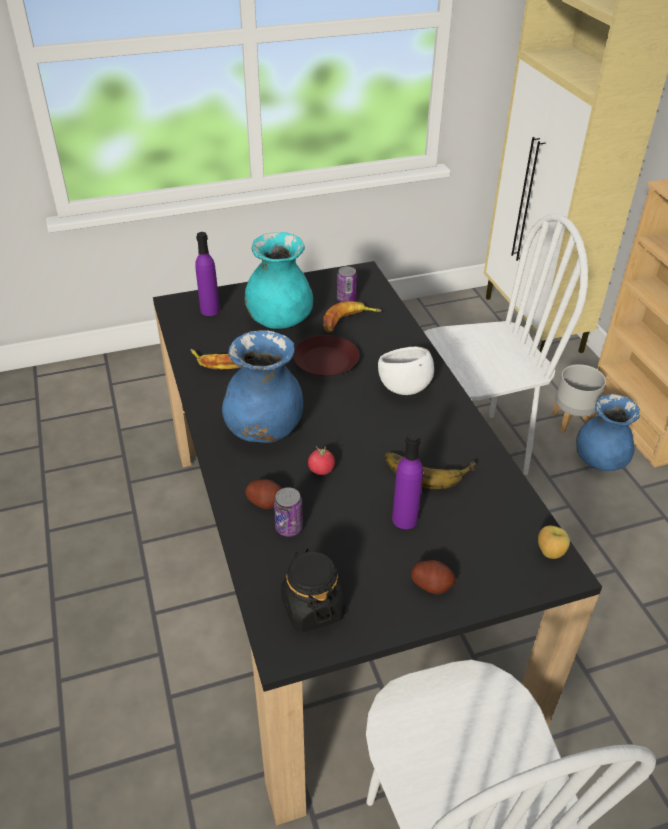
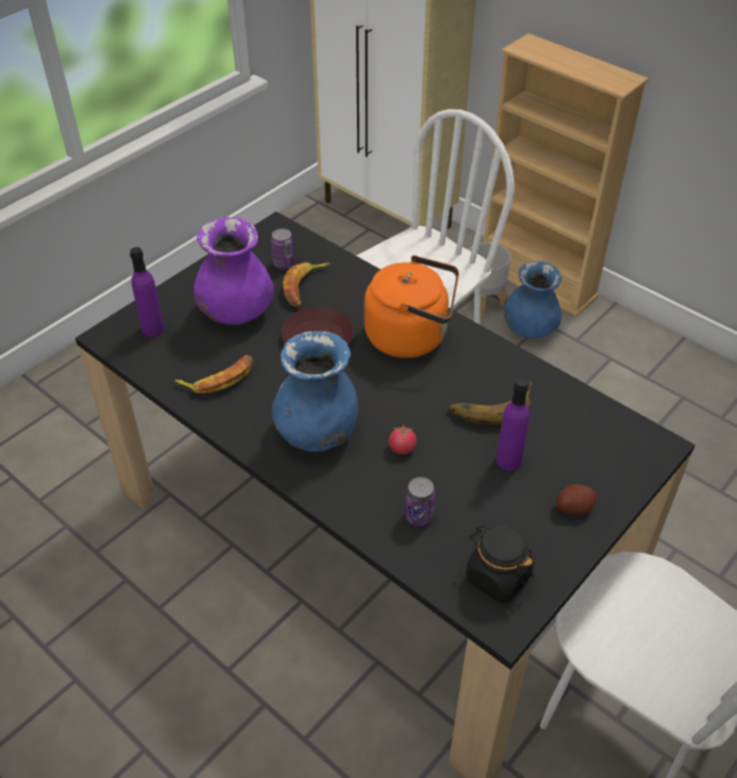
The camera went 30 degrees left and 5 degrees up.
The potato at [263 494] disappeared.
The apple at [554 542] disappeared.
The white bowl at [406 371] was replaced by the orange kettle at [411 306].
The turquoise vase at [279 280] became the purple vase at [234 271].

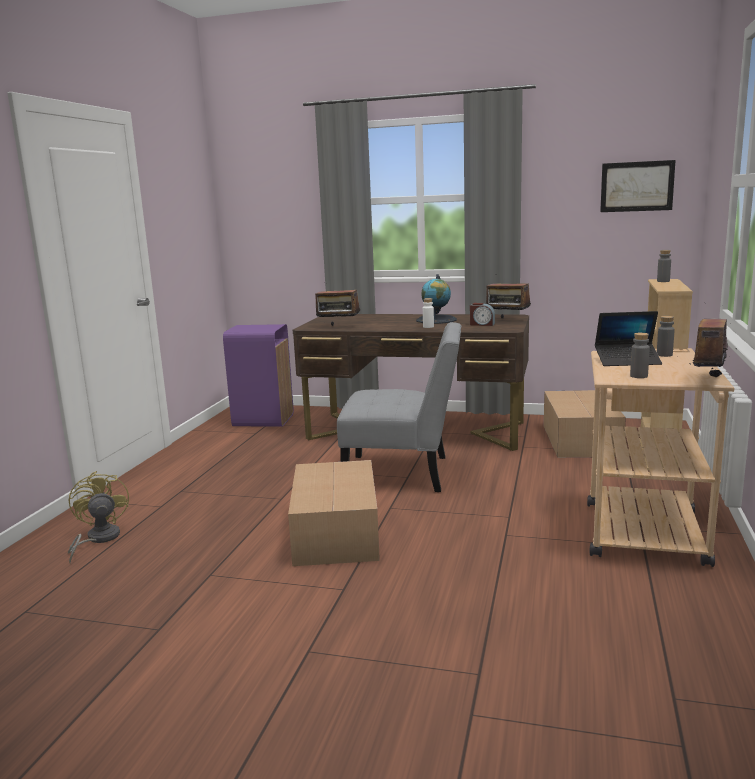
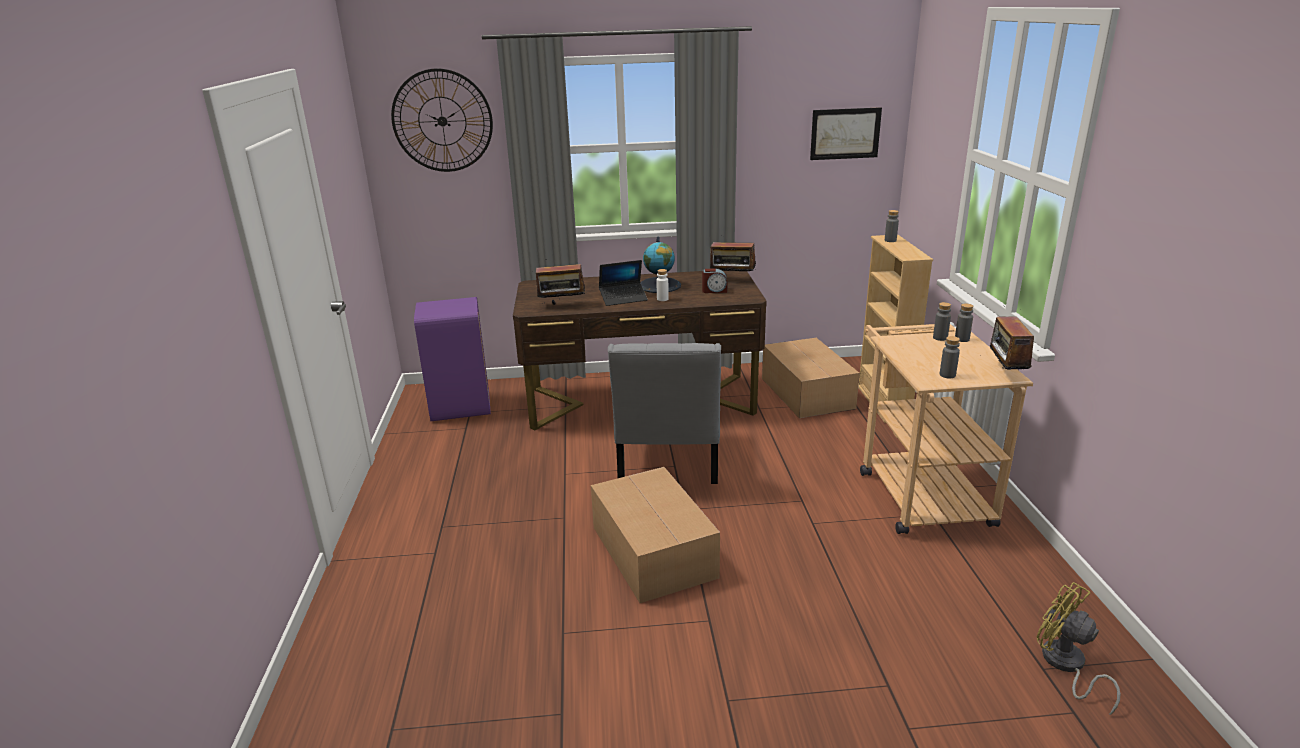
The camera went 20 degrees left and 10 degrees up.
The wall clock at [442 120] appeared.
The grey bottle at [964 322] appeared.
The yellow fan moved from [98 517] to [1078 649].
The laptop moved from [628 338] to [623 283].
The grey chair at [399 407] turned 105 degrees clockwise.

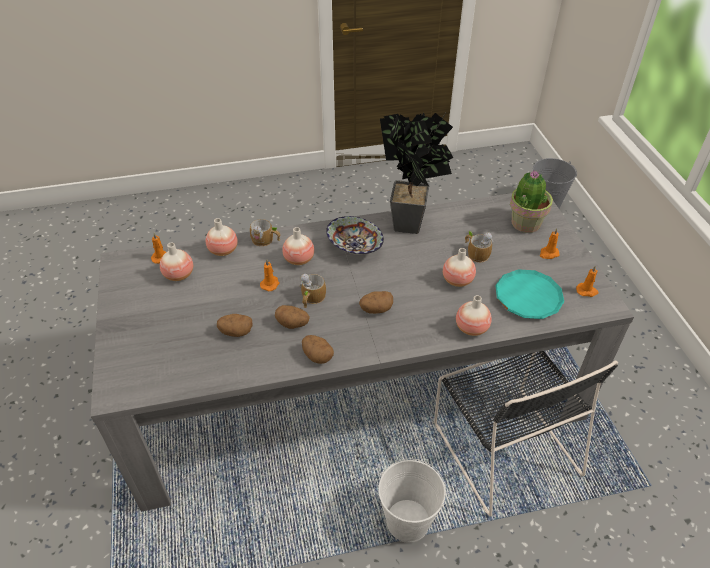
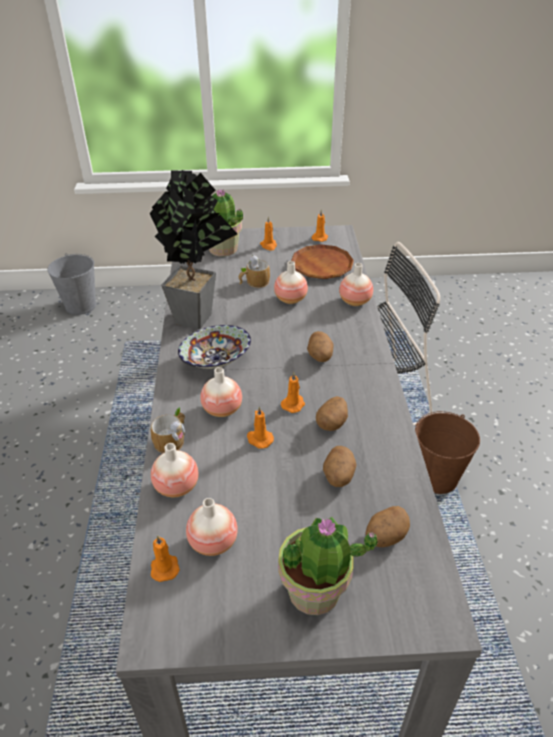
The camera went 80 degrees left and 5 degrees down.
The potted plant at [328 566] appeared.
The potato moved from [318 349] to [388 526].
The mug at [313 291] was replaced by the orange candle at [293 392].
The white bucket at [412 501] became the brown bucket at [447 452].
The turquoise plate at [529 294] became the brown plate at [322 261].

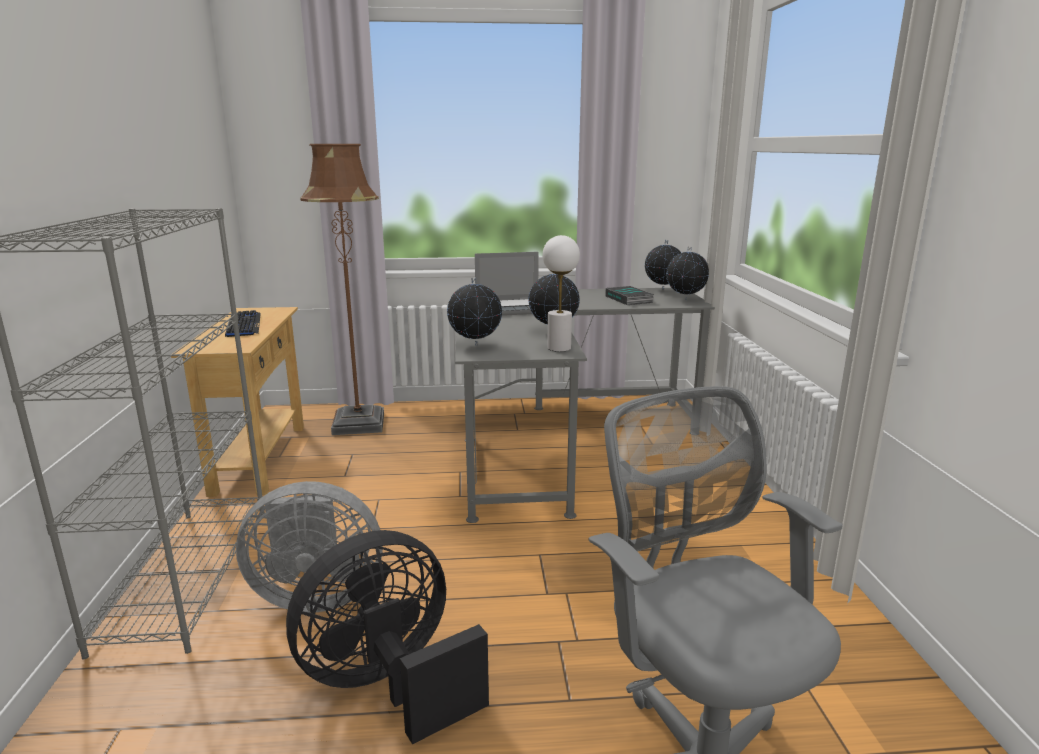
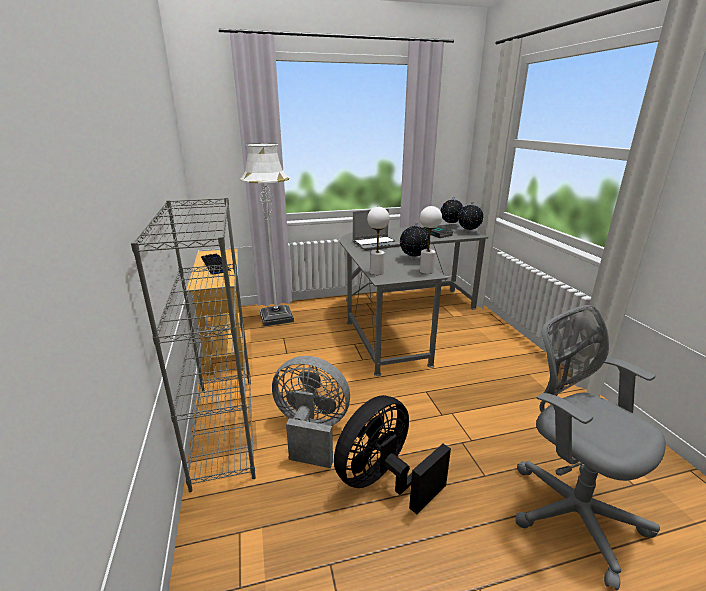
The camera went 10 degrees left and 5 degrees up.
The globe at [474 311] was replaced by the white table lamp at [378 241].
The brown floor lamp at [342 289] became the white floor lamp at [267 235].
The grey fan at [309 546] turned 150 degrees counterclockwise.

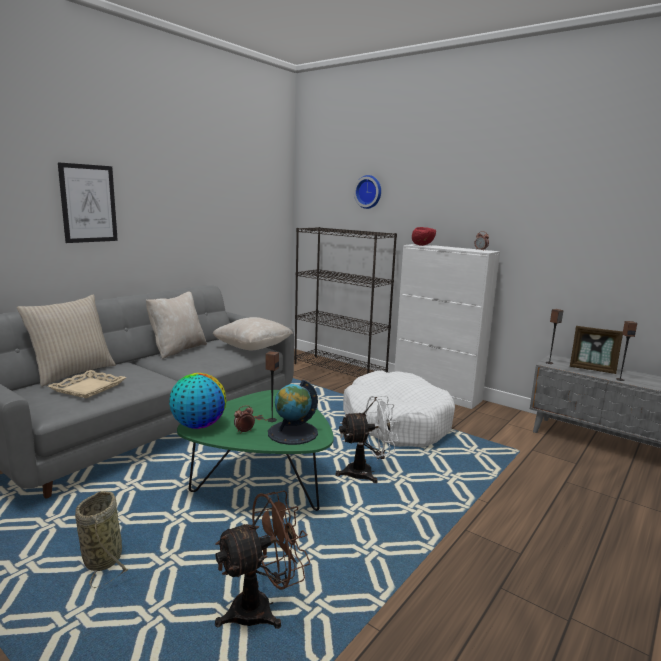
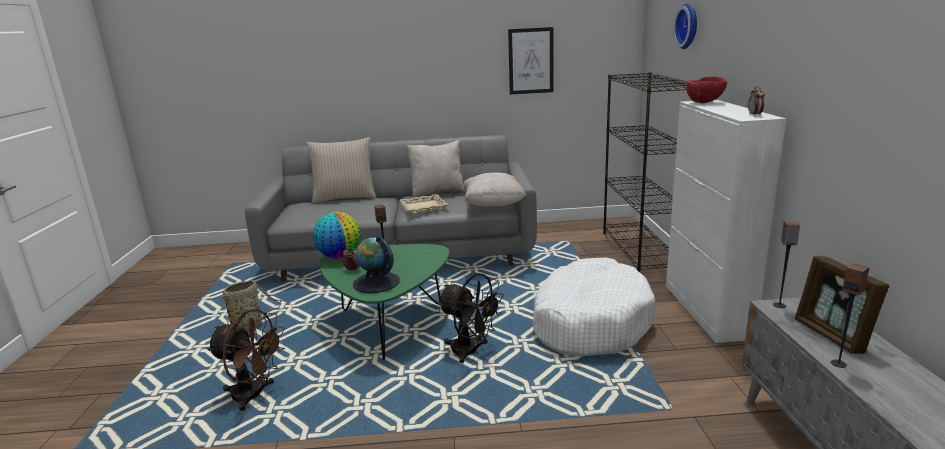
The camera went 50 degrees right and 5 degrees up.
The beige tray moved from [86 384] to [424 204].
The picture moved from [88 202] to [530 60].
The white fan at [367 439] became the black fan at [470 318].

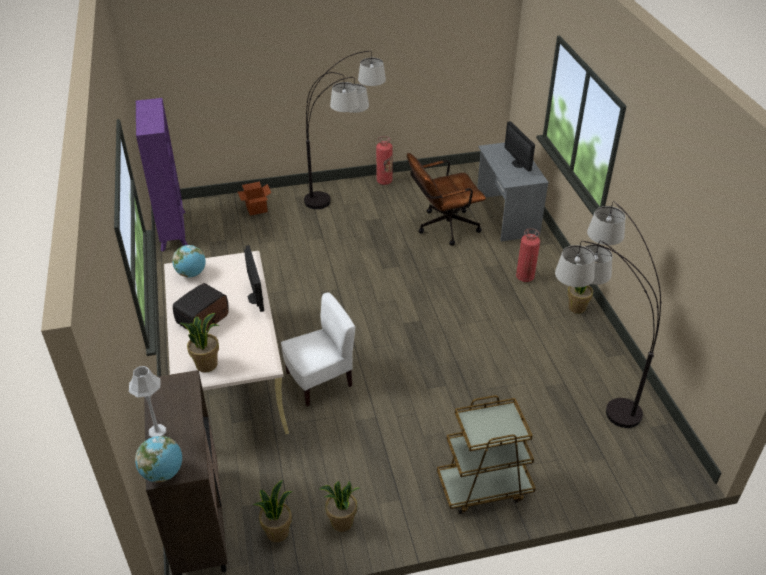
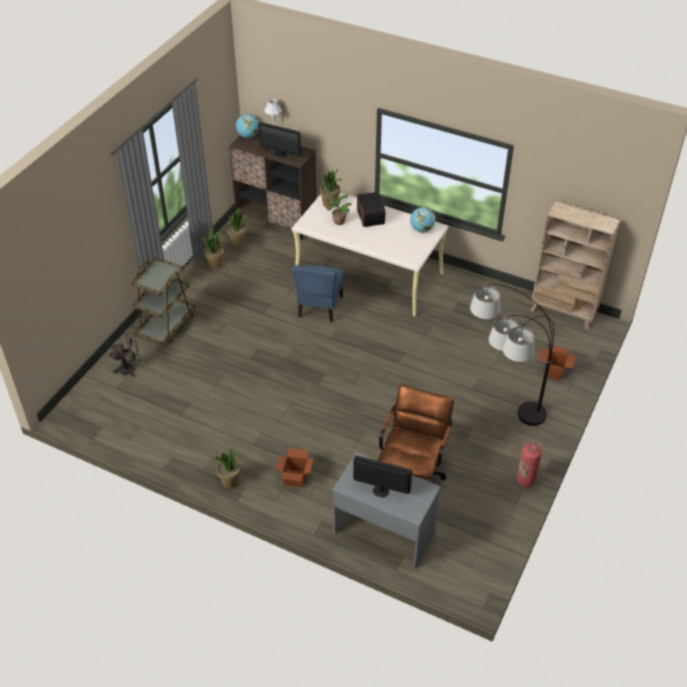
The camera went 130 degrees right and 5 degrees up.
The floor lamp at [608 314] disappeared.
The black fan at [124 355] appeared.
The potted plant at [339 209] appeared.
The monitor moved from [254 278] to [279 140].
The fire extinguisher at [528 255] was replaced by the cardboard box at [294 468].
The purple bookcase at [162 175] became the beige bookcase at [575 265].
The white chair at [318 349] became the blue chair at [318 293].

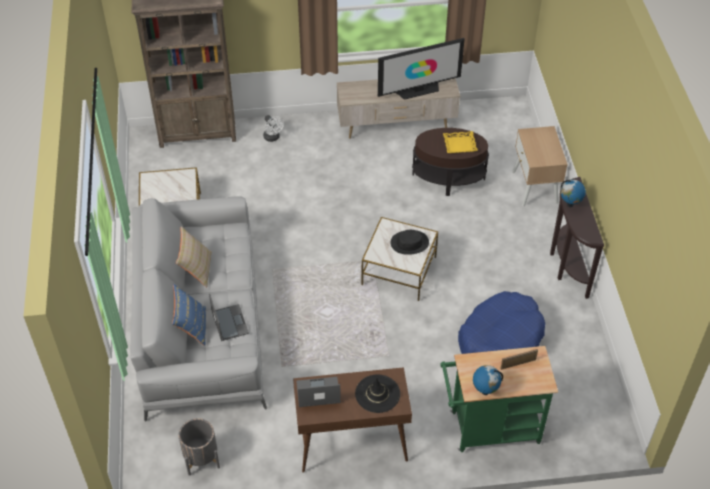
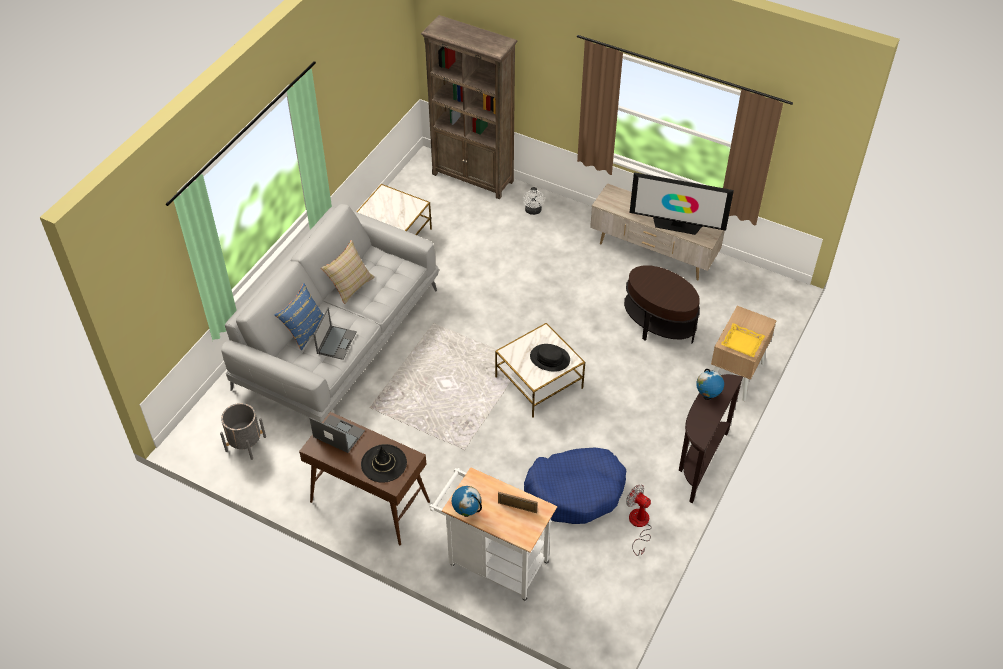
The camera went 35 degrees right and 0 degrees up.
The fan at [639 520] appeared.
The yellow tray moved from [460 142] to [743 340].
The green cart at [499 399] became the white cart at [493 534].

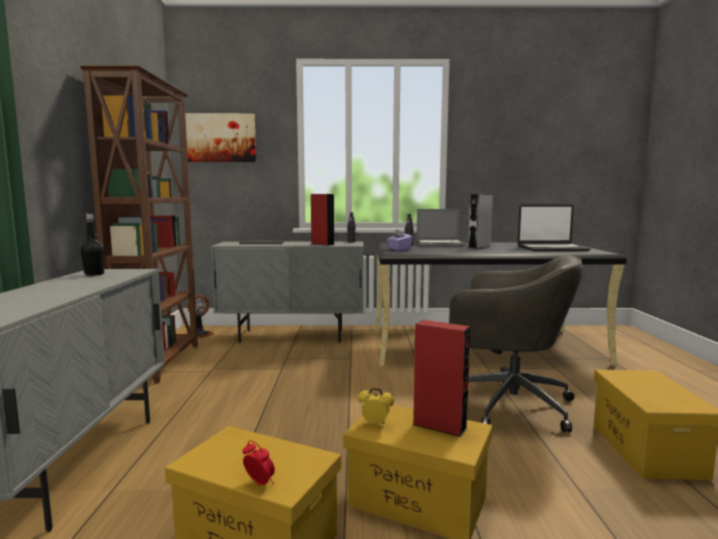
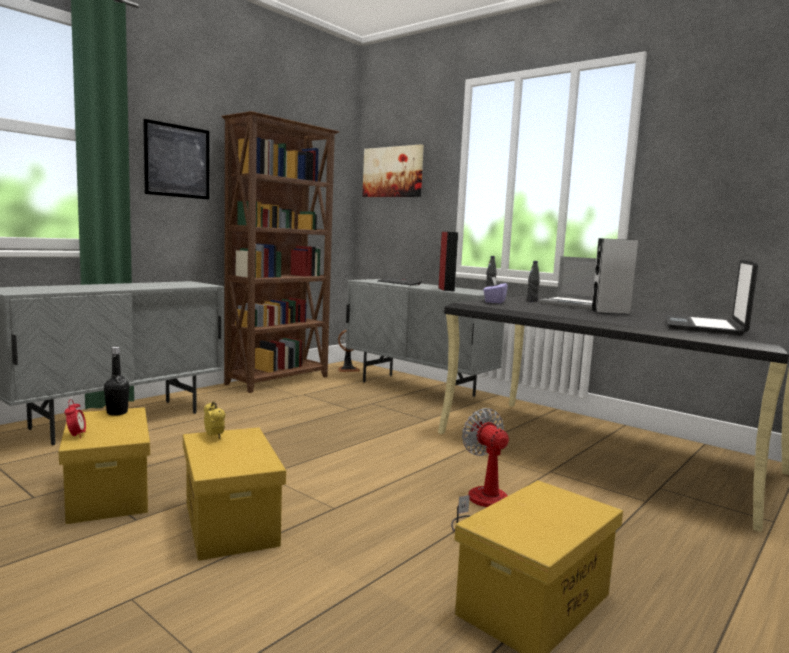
The camera went 40 degrees right and 0 degrees up.
The red speaker at [441 378] disappeared.
The picture at [176 159] appeared.
The black bottle moved from [93 245] to [116 381].
The grey office chair at [516 343] was replaced by the fan at [480 470].
The laptop at [554 228] turned 75 degrees clockwise.

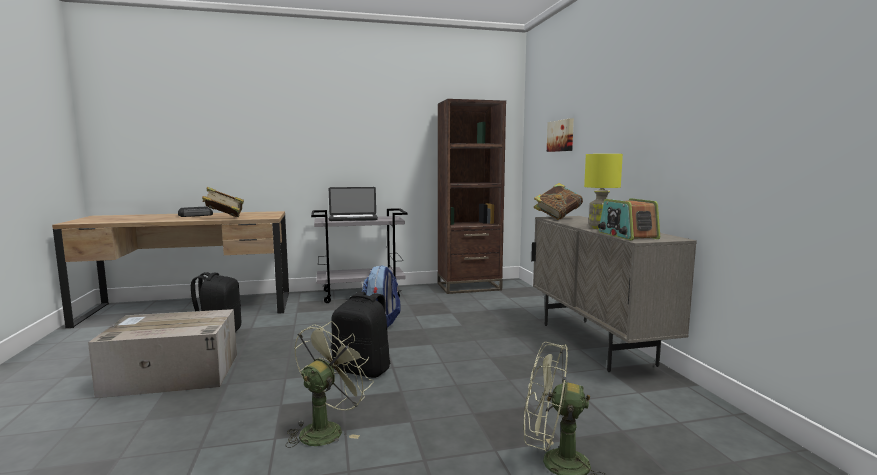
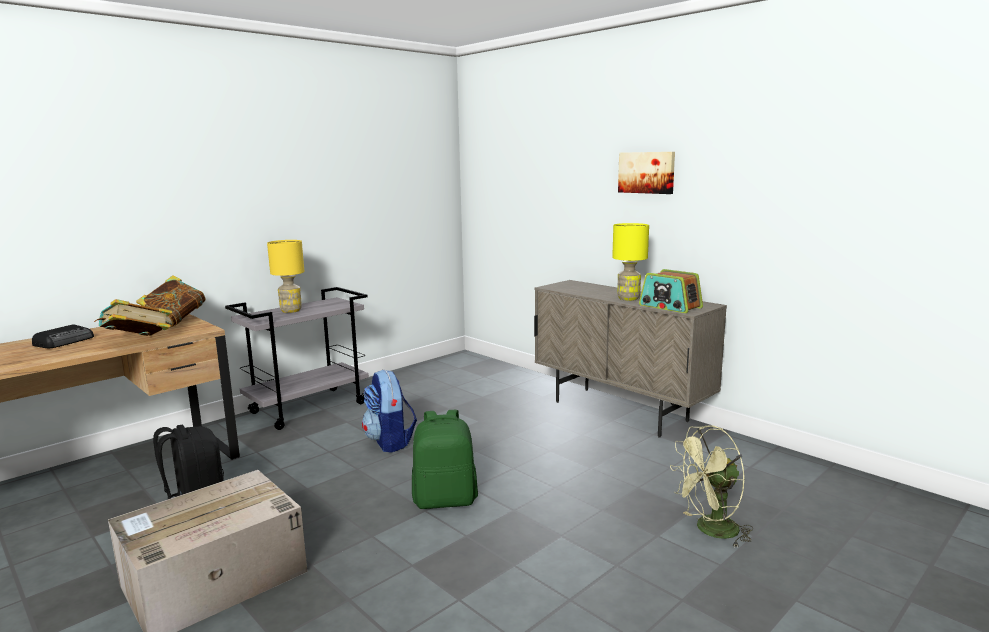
The camera went 30 degrees left and 5 degrees up.
The green fan at [329 384] disappeared.
The brown bookcase at [472 196] disappeared.
The book moved from [558 201] to [170 301].
The picture moved from [560 135] to [646 173].
The laptop at [353 204] was replaced by the yellow table lamp at [285 276].
The black backpack at [361 334] became the green backpack at [445 459].

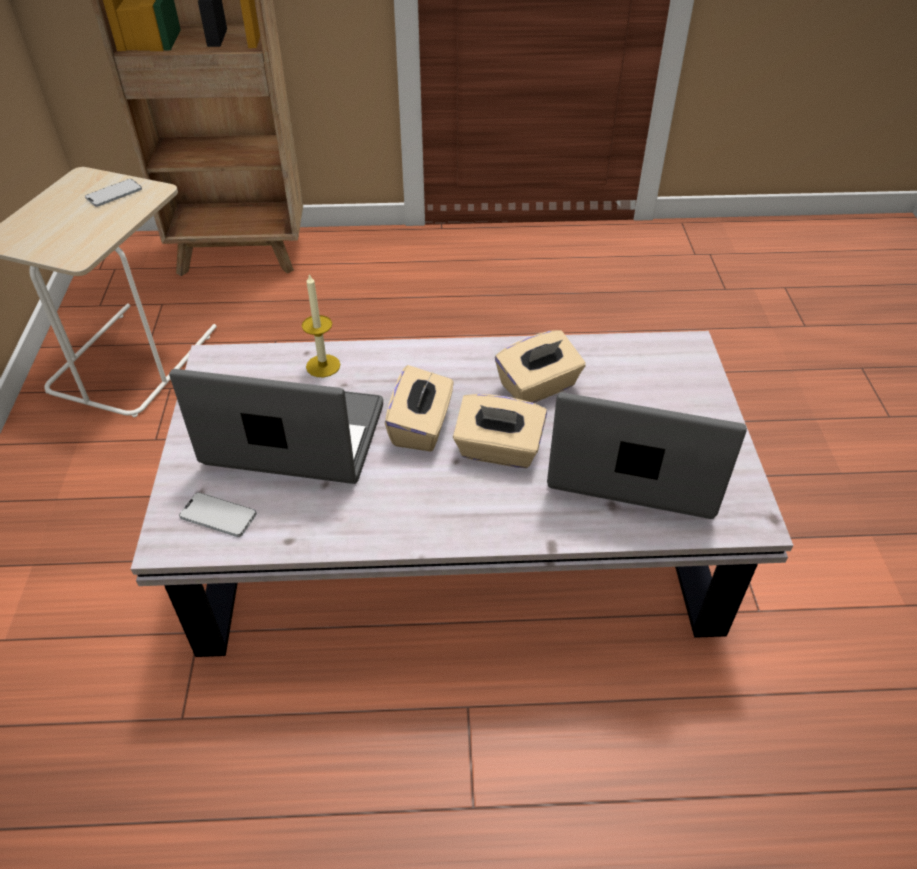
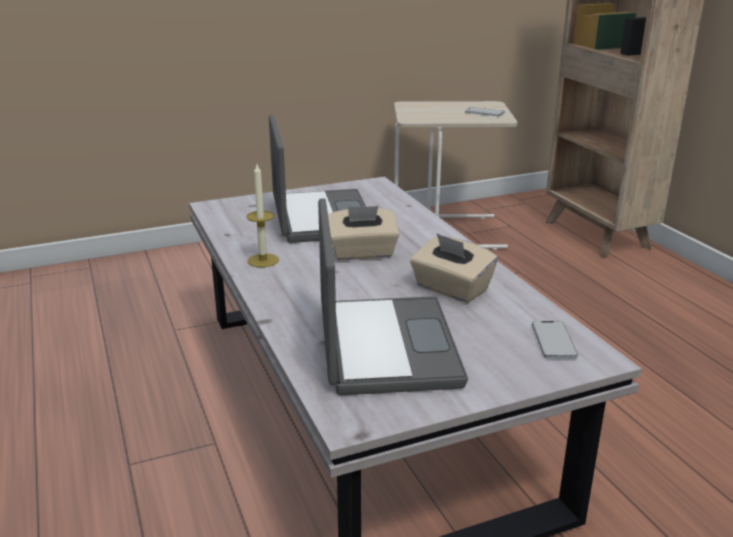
The camera went 70 degrees right and 20 degrees down.
The beige tissue box at [500 431] disappeared.
The phone moved from [218 514] to [555 340].
The candle moved from [321 325] to [263 215].

